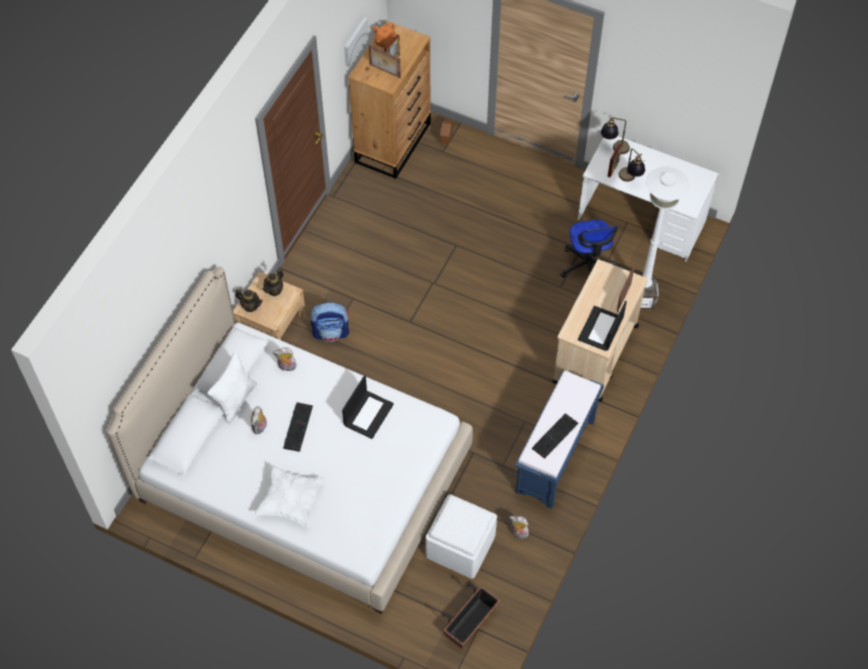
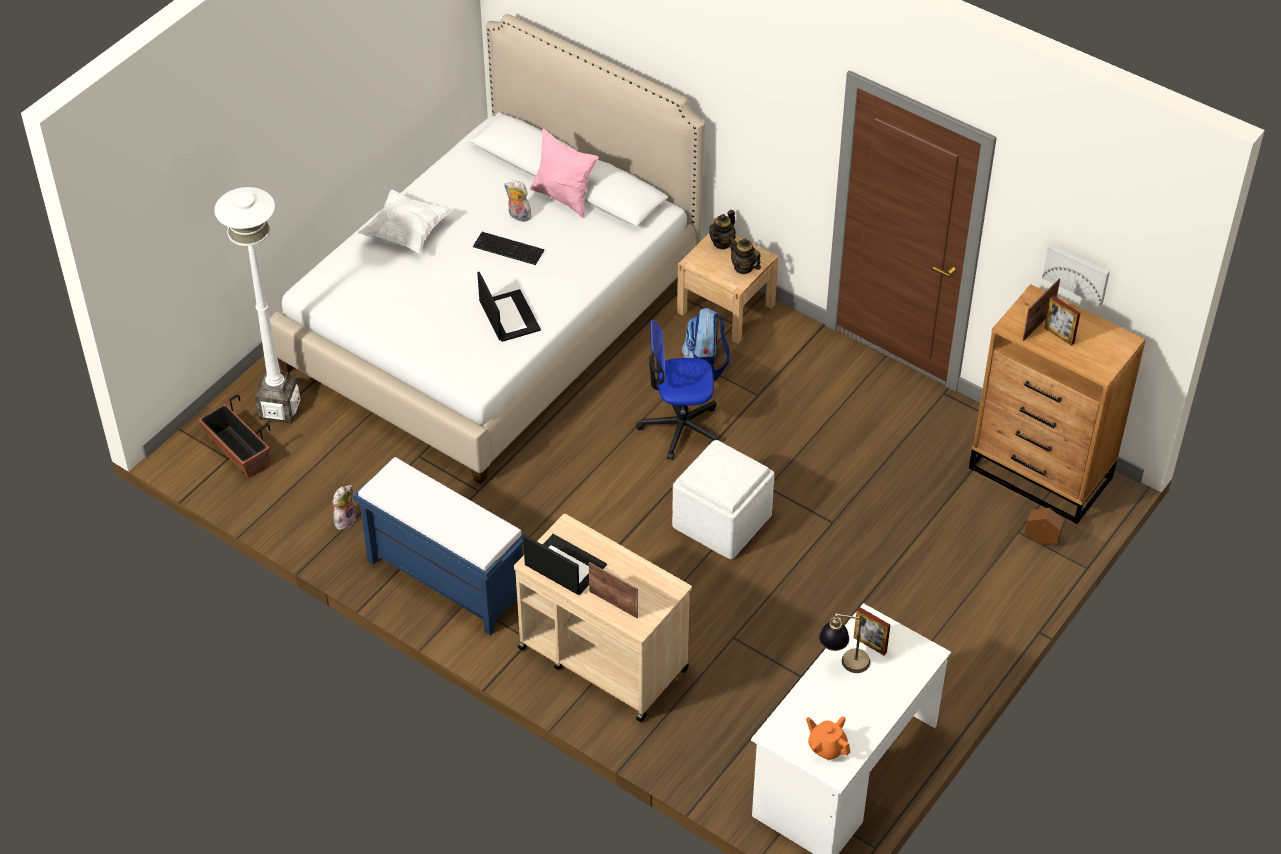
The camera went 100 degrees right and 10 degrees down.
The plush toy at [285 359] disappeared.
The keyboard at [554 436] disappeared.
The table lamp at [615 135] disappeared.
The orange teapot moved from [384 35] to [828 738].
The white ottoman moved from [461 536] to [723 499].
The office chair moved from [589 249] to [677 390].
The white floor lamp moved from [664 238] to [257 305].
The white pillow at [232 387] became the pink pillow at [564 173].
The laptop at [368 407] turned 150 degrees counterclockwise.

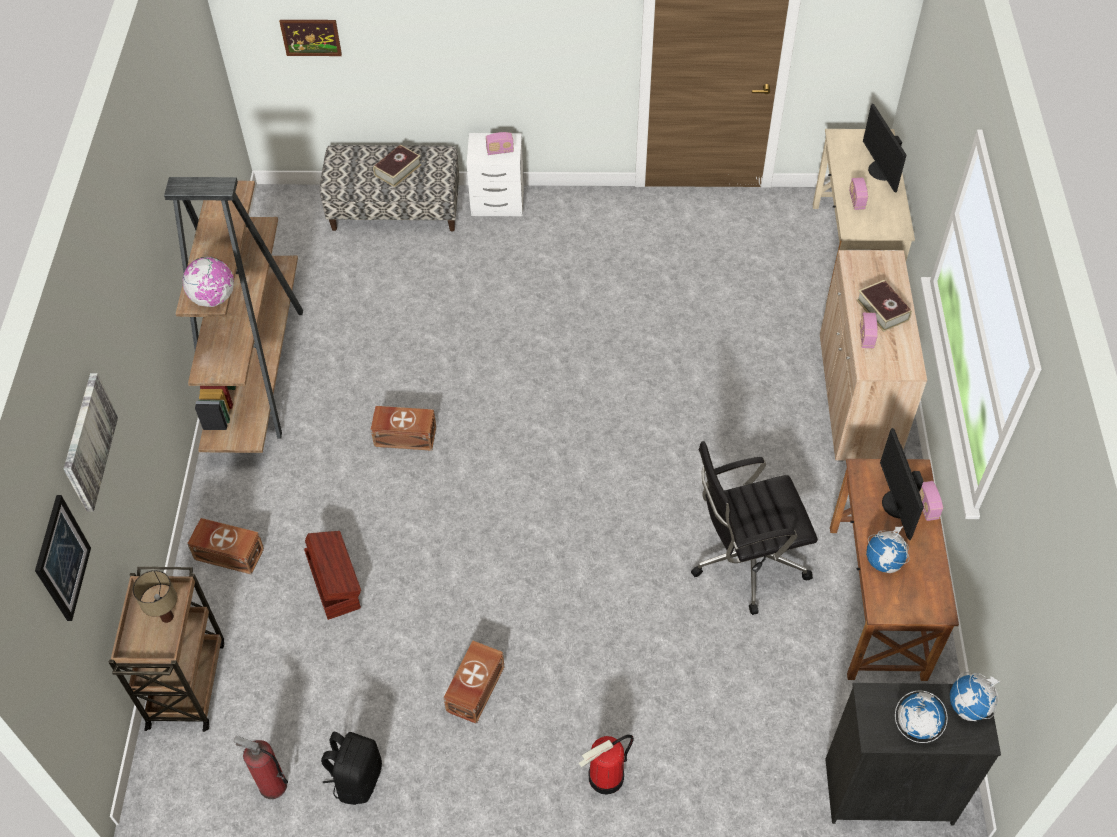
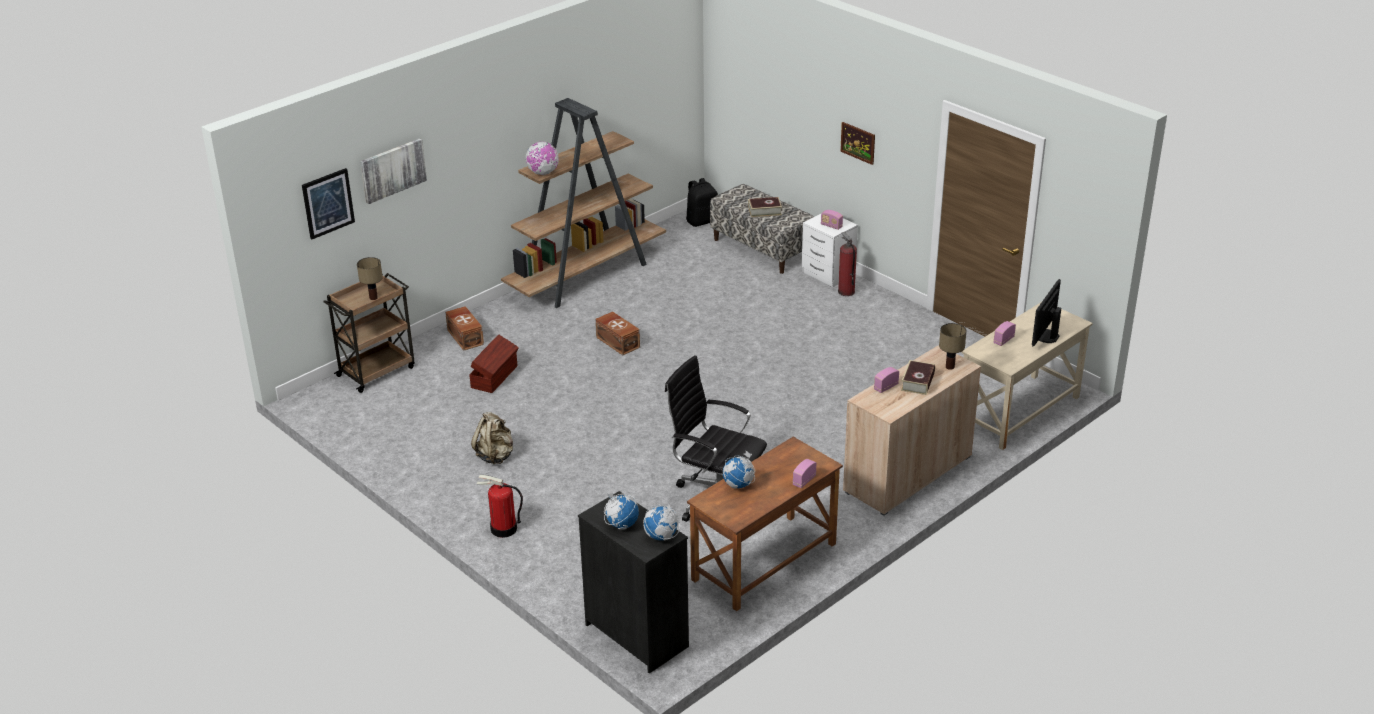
The camera went 45 degrees right and 20 degrees down.
The monitor at [902 484] disappeared.
The table lamp at [953 346] appeared.
The fire extinguisher moved from [261 767] to [847 264].
The picture moved from [310 38] to [857 143].
The black backpack moved from [351 768] to [702 202].
The brown storage box at [474 682] was replaced by the beige backpack at [492 438].

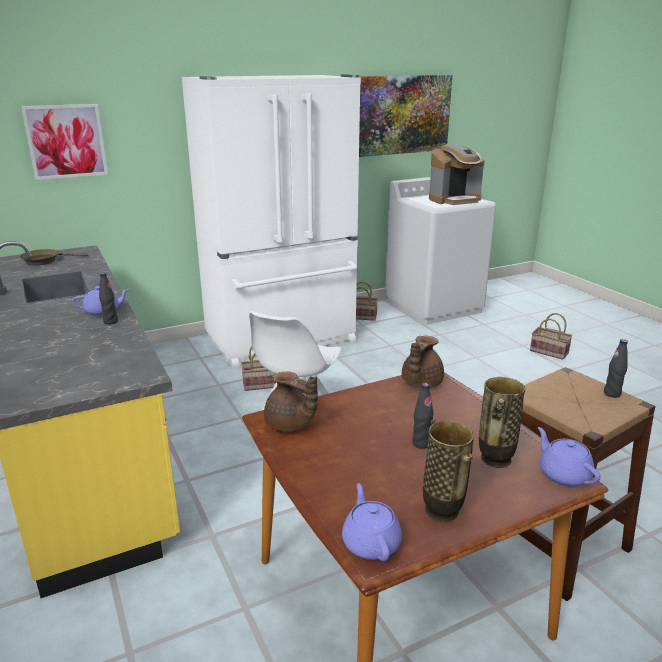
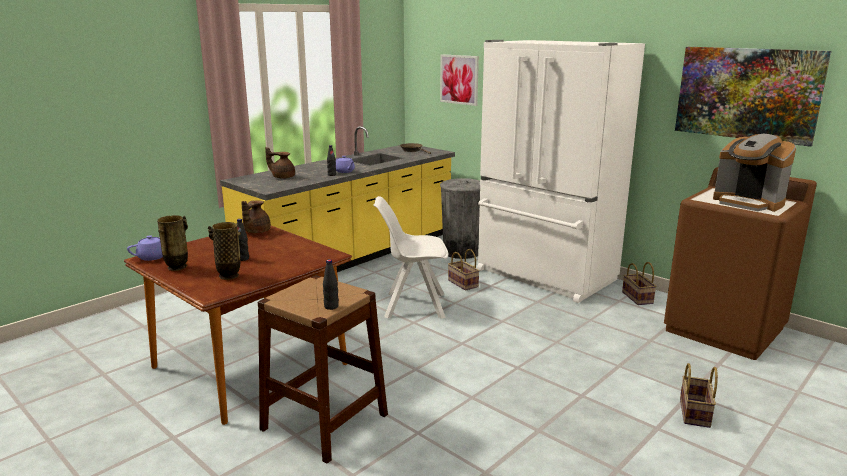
The camera went 70 degrees right and 5 degrees down.
The purple teapot at [569 457] disappeared.
The grey trash can at [460 218] appeared.
The brown teapot moved from [423 361] to [280 163].
The white washing machine at [440 251] became the brown washing machine at [740 263].

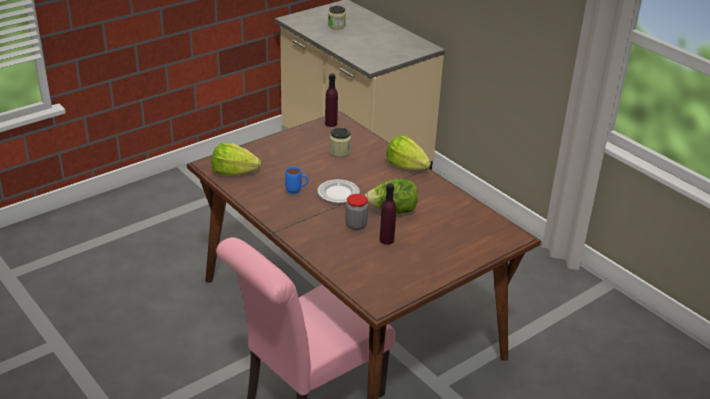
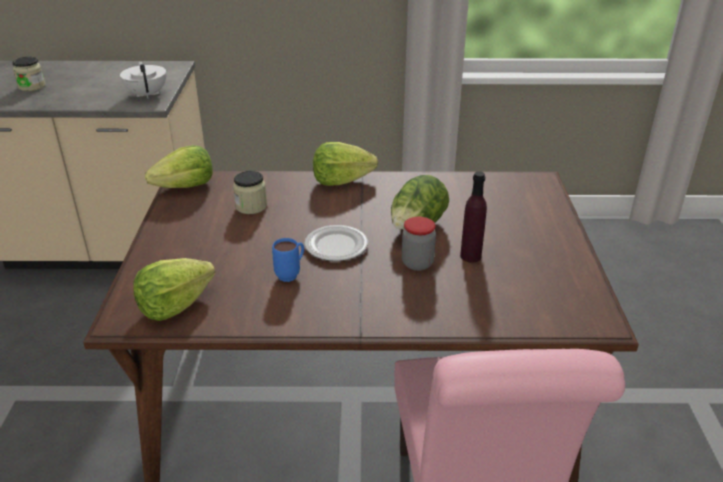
The camera went 50 degrees left and 0 degrees up.
The white teapot at [143 80] appeared.
The purple bottle at [331 100] was replaced by the lettuce at [179 166].

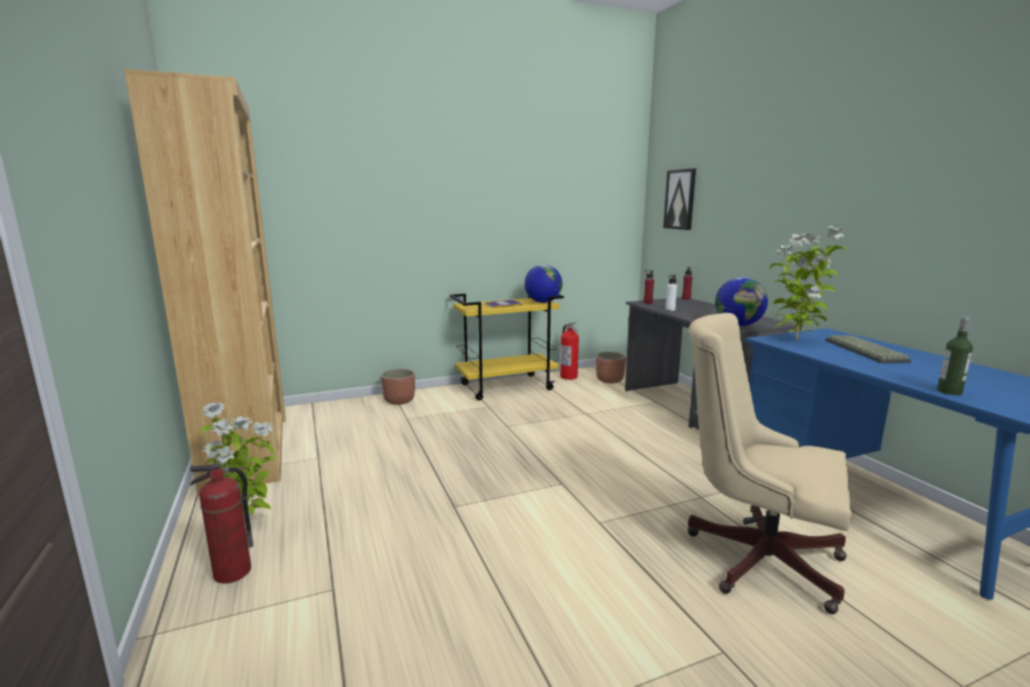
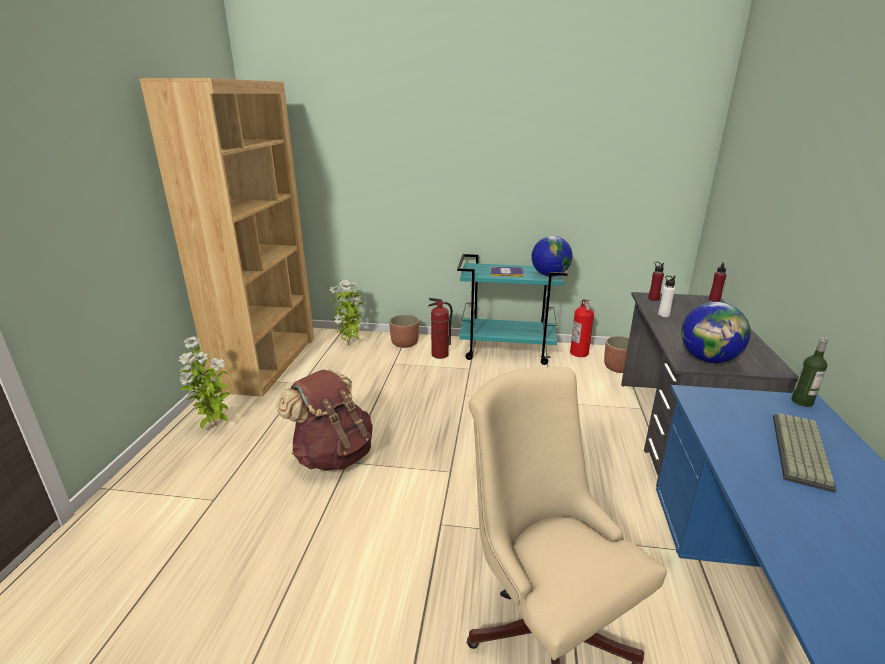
The camera went 30 degrees right and 10 degrees up.
The picture at [679 199] disappeared.
The brown backpack at [325 420] appeared.
The fire extinguisher moved from [222 524] to [440 328].
The potted plant moved from [807 284] to [346 313].
The bottle moved from [955 355] to [810 372].
The yellow cart at [507 347] became the turquoise cart at [512 309].

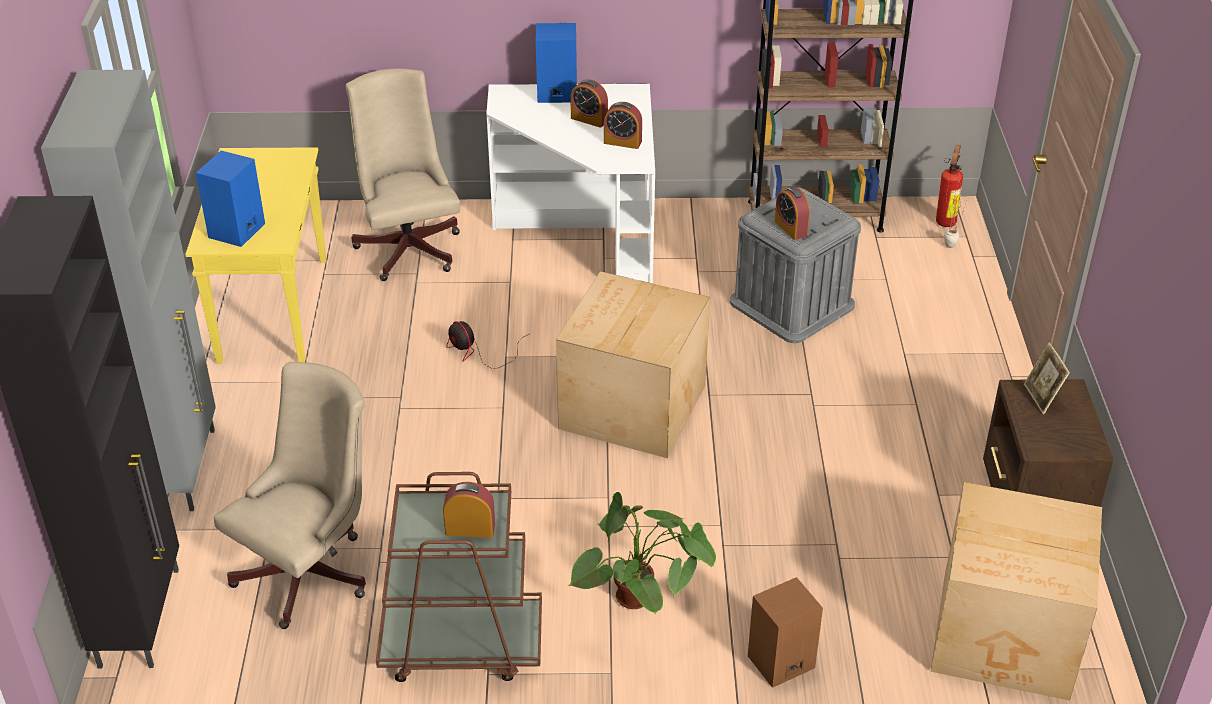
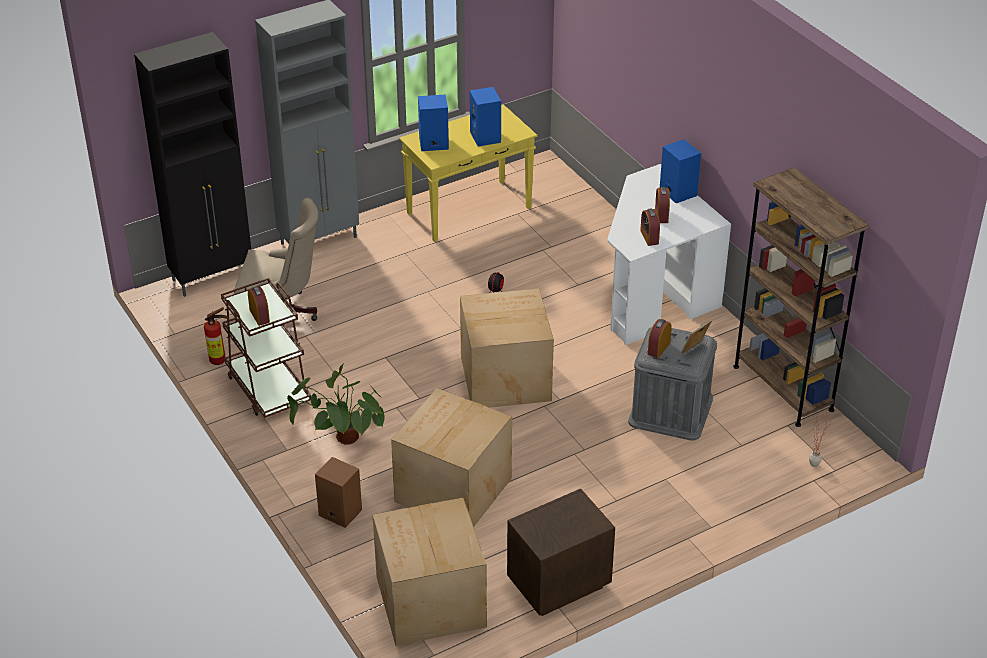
The camera went 60 degrees right and 0 degrees up.
The beige office chair at [403 175] disappeared.
The cardboard box at [451 457] appeared.
The blue speaker at [485 116] appeared.
The fire extinguisher moved from [949 186] to [215 336].
The picture frame moved from [1047 378] to [696 337].

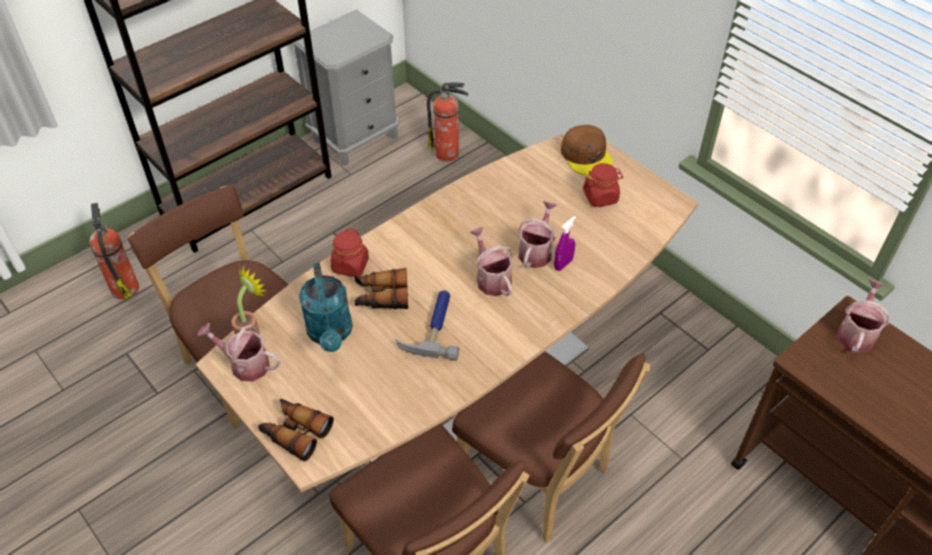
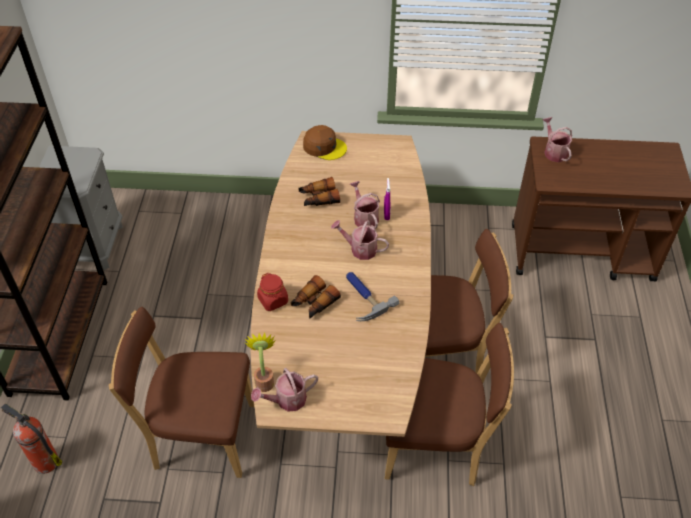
The camera went 45 degrees left and 0 degrees up.
The turquoise watering can at [326 307] disappeared.
The fire extinguisher at [448 122] disappeared.
The red jar at [603 185] disappeared.
The binoculars moved from [296 430] to [319 191].

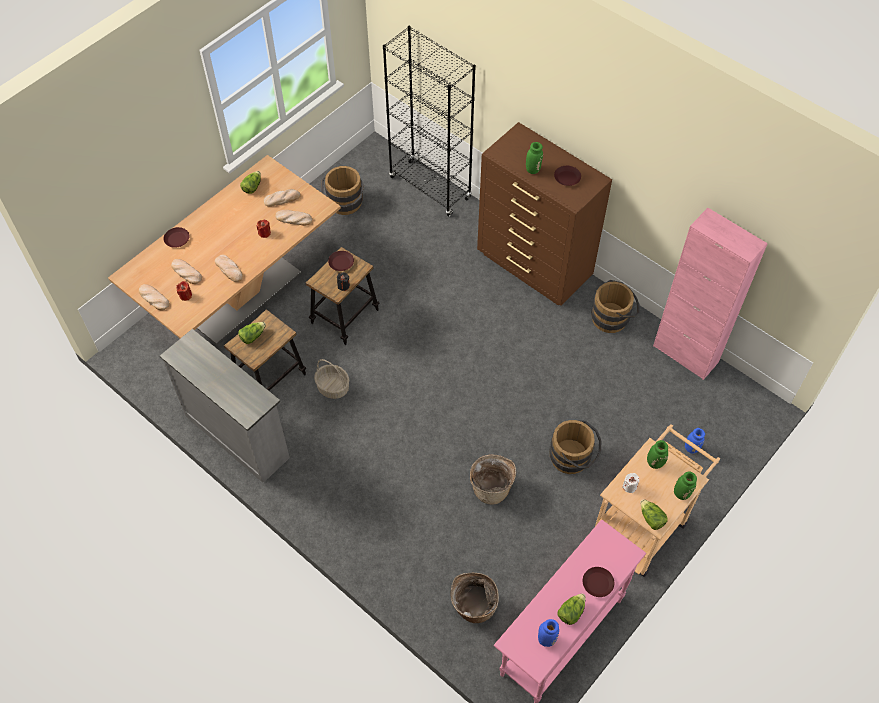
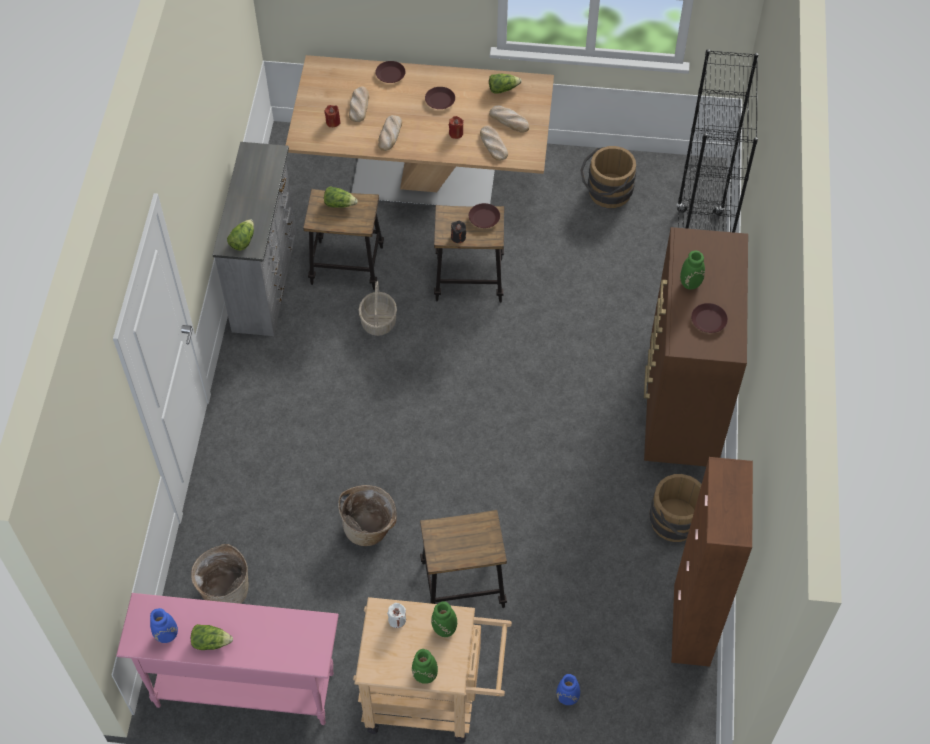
The camera went 55 degrees right and 0 degrees up.
The bread at [154 297] disappeared.
The brown plate moved from [598 582] to [440 98].
The lettuce moved from [654 514] to [240 235].
The brown bucket at [575 447] was replaced by the stool at [463 559].
The pink cabinet at [710 294] became the brown cabinet at [712 562].

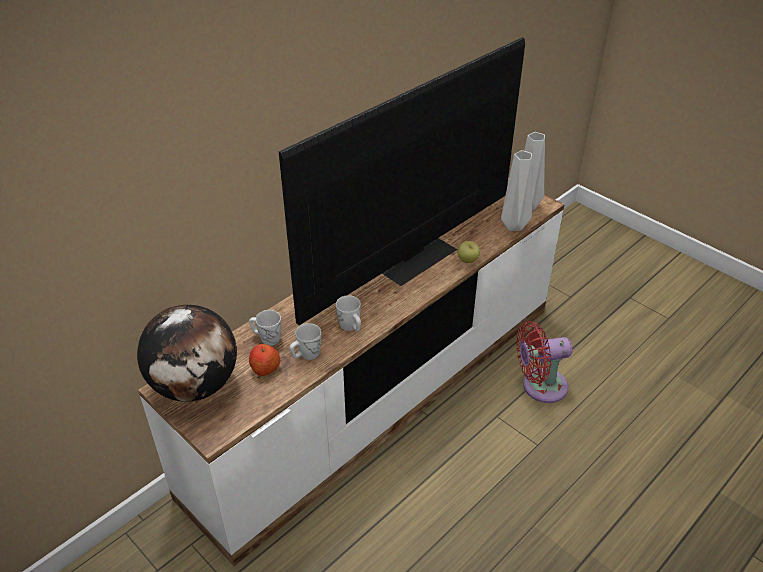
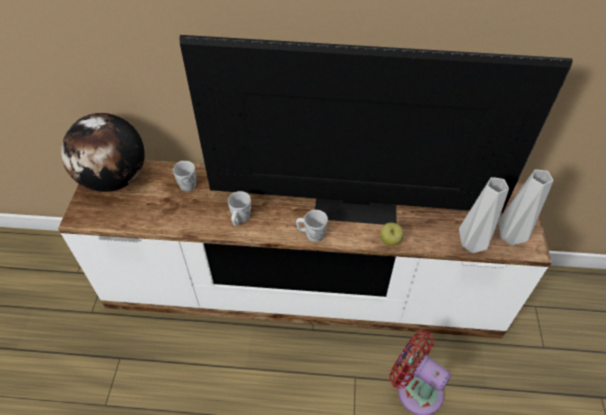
The camera went 50 degrees right and 10 degrees up.
The apple at [264 360] disappeared.
The white mug moved from [305 341] to [312 226].

